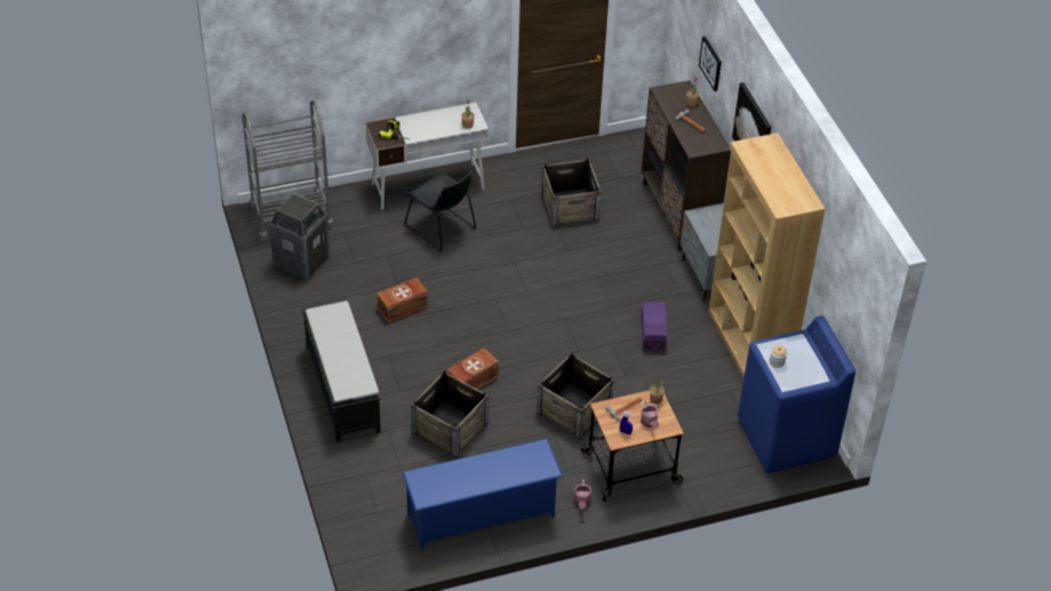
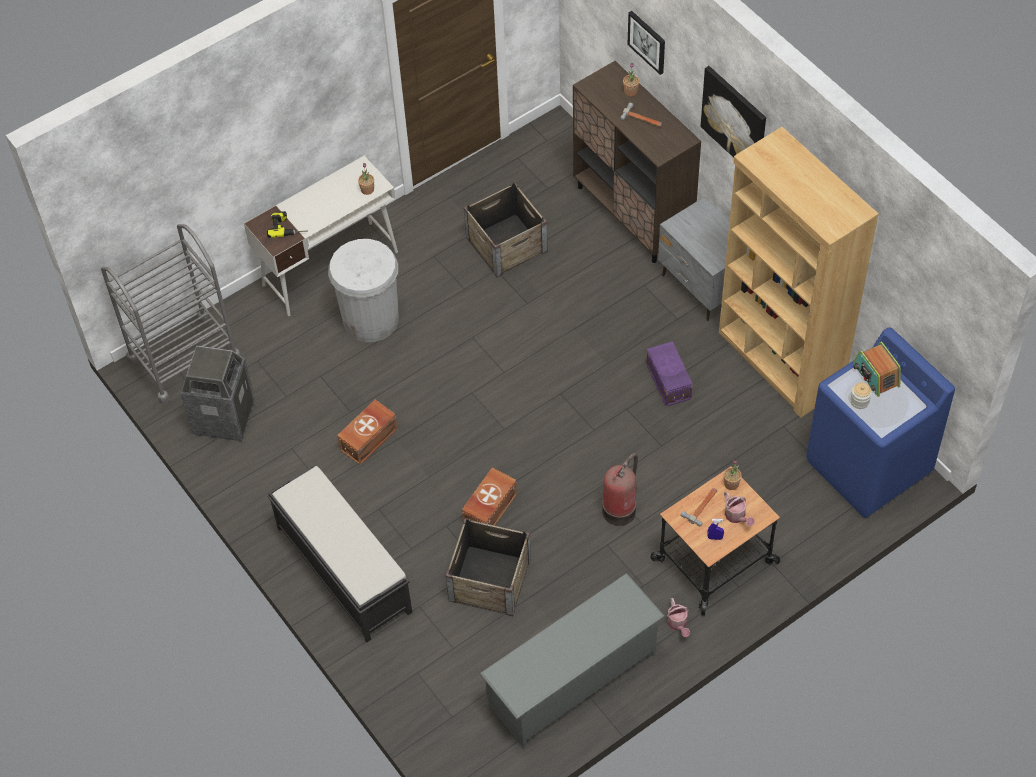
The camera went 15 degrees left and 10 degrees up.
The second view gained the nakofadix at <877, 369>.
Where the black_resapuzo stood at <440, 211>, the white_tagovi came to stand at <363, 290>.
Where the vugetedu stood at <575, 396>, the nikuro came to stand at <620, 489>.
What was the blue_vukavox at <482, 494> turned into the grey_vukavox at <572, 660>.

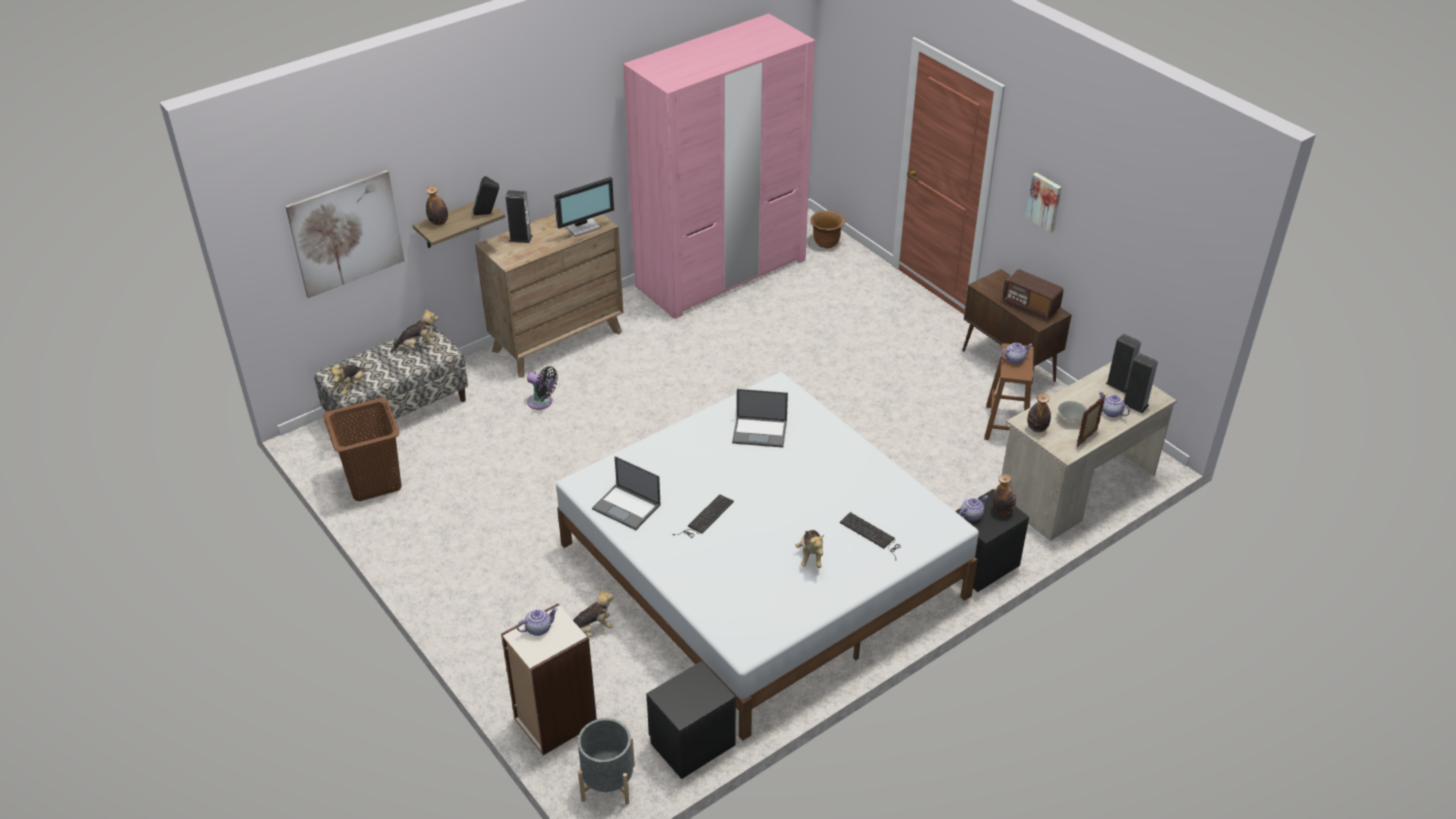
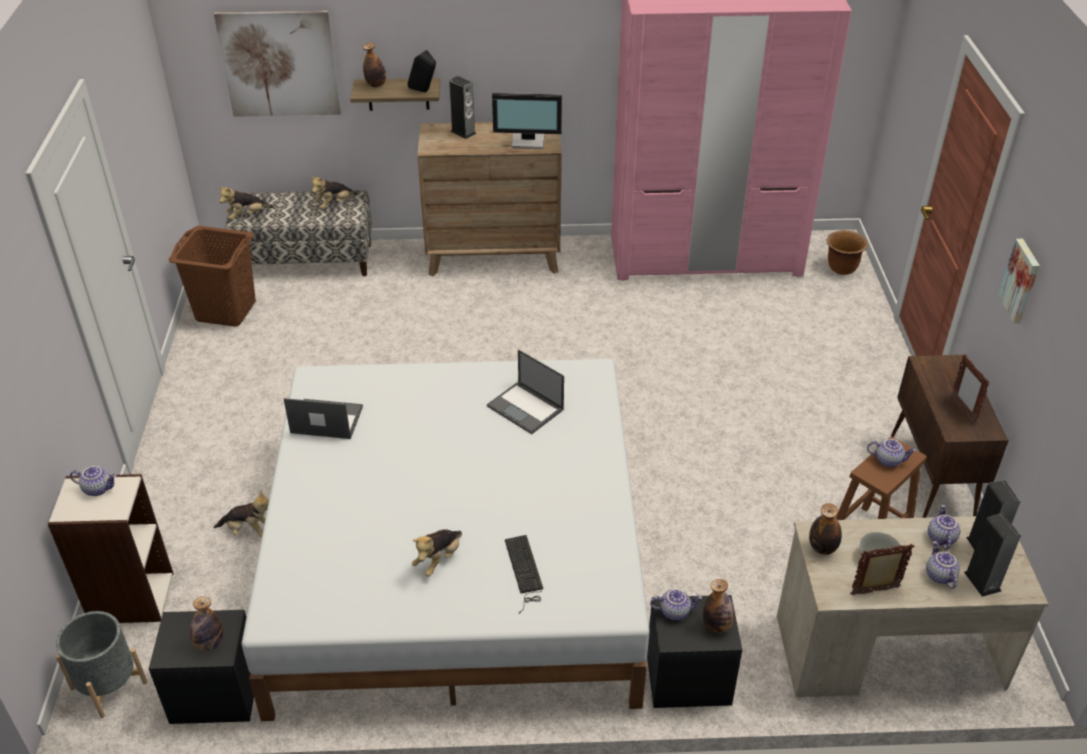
The camera went 35 degrees right and 0 degrees up.
The second view lost the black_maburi at <542, 388>.
The second view lost the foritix at <703, 516>.
The second view gained the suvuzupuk at <206, 623>.
The second view gained the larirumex at <944, 527>.
Where the nakofadix stood at <1033, 294>, the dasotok came to stand at <970, 389>.
The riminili at <414, 330> ended up facing another way, 120 degrees clockwise from before.
The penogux at <626, 493> ended up facing another way, 120 degrees clockwise from before.

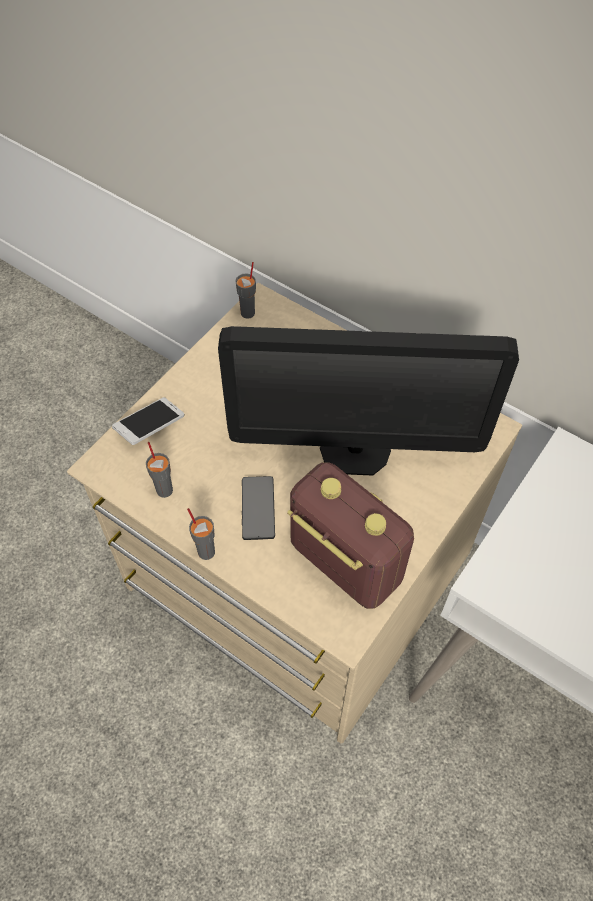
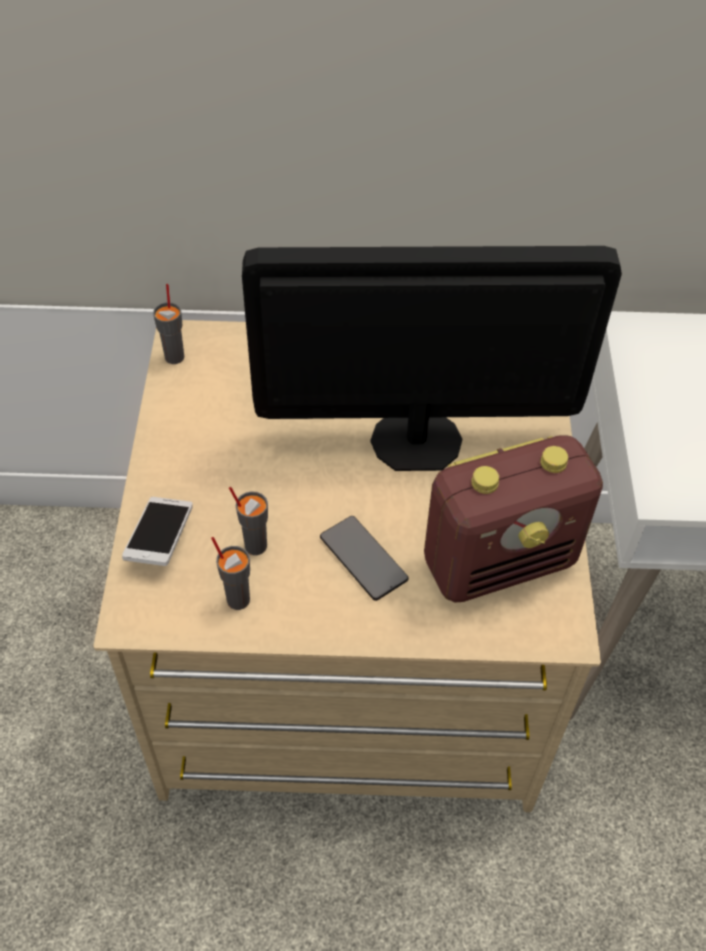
The camera went 35 degrees left and 5 degrees down.
The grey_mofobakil ended up elsewhere, having gone from <201, 534> to <248, 521>.
The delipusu at <368, 401> ended up facing another way, 150 degrees counterclockwise from before.
The nakofadix at <350, 535> ended up facing another way, 150 degrees clockwise from before.

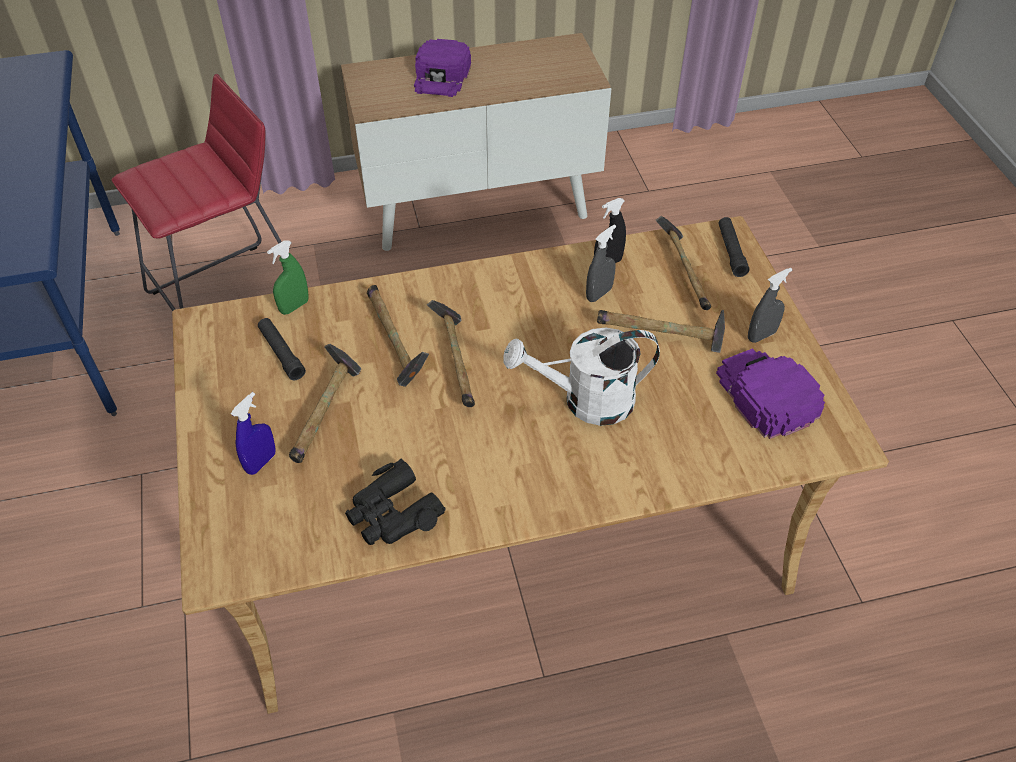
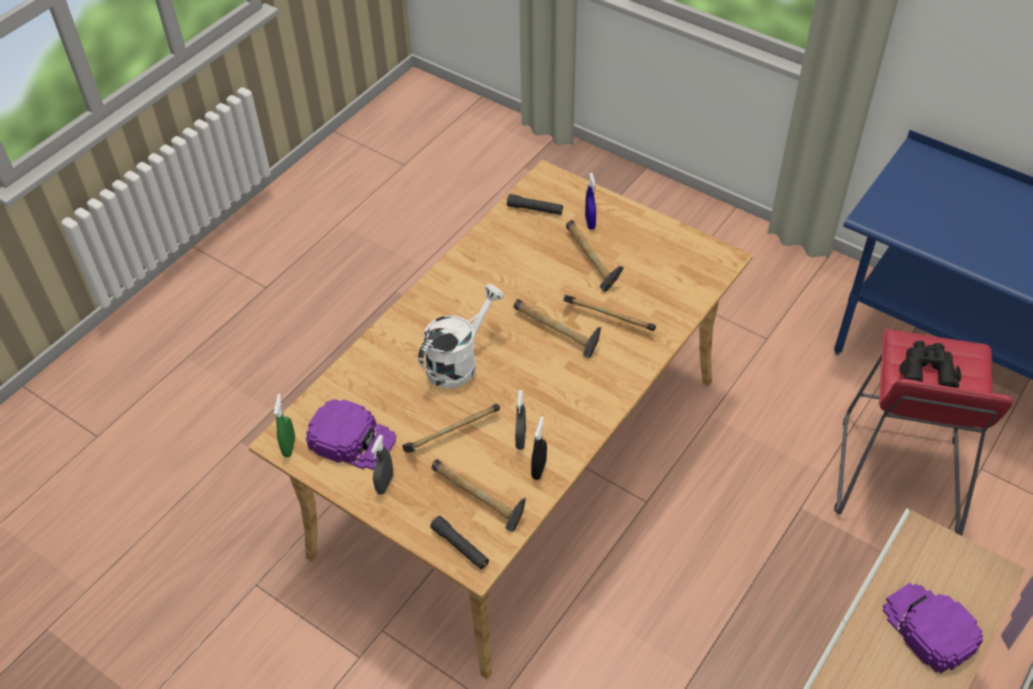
The camera went 140 degrees right and 0 degrees up.
The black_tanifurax ended up elsewhere, having gone from <282, 349> to <535, 204>.
The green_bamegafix ended up elsewhere, having gone from <288, 277> to <284, 425>.
The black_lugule ended up elsewhere, having gone from <395, 501> to <930, 364>.

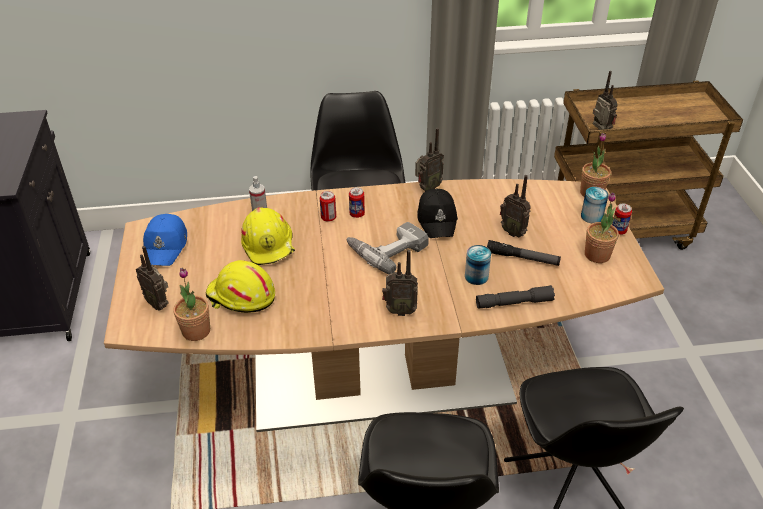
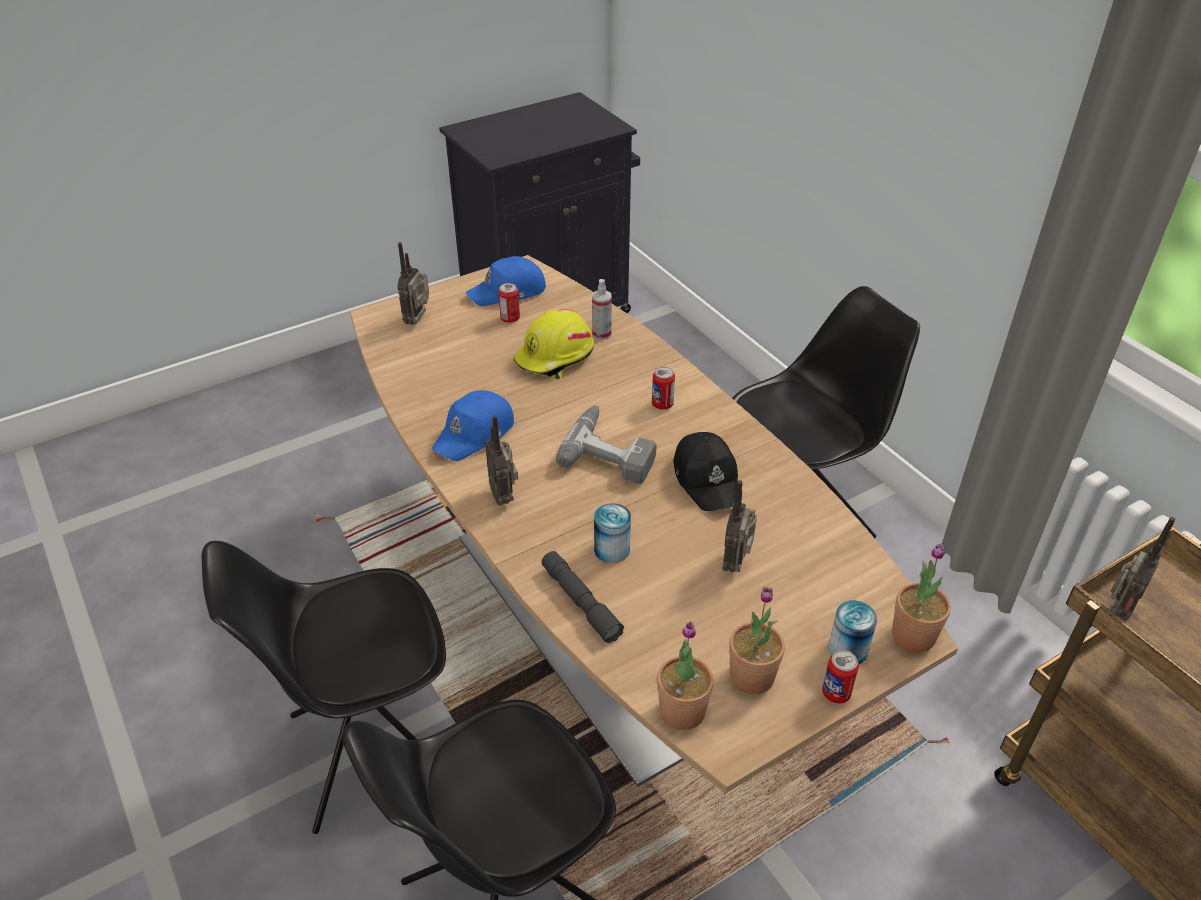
The camera went 65 degrees right and 0 degrees up.
The second view lost the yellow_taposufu at <240, 286>.
The second view lost the nakofadix at <429, 159>.
The second view lost the tanifurax at <524, 253>.
The second view gained the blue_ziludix at <473, 425>.
The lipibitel ended up elsewhere, having gone from <191, 304> to <685, 675>.
The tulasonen ended up elsewhere, having gone from <328, 206> to <509, 303>.
The black_ziludix at <437, 213> ended up facing another way, 75 degrees counterclockwise from before.

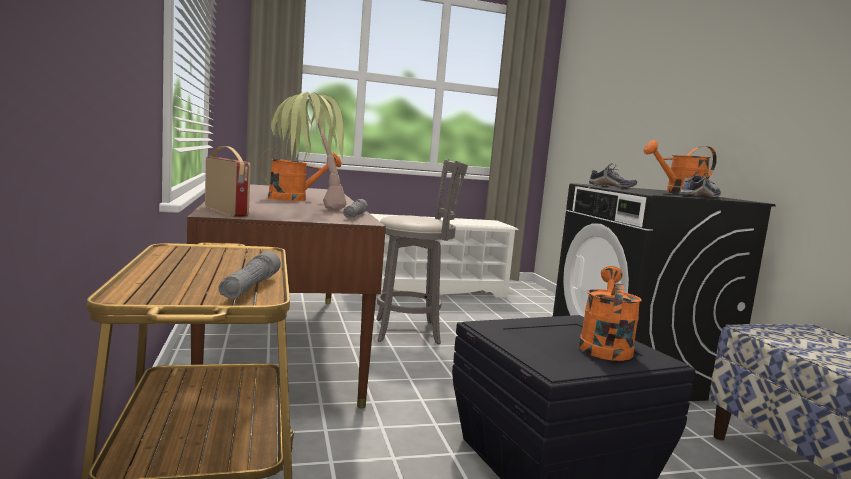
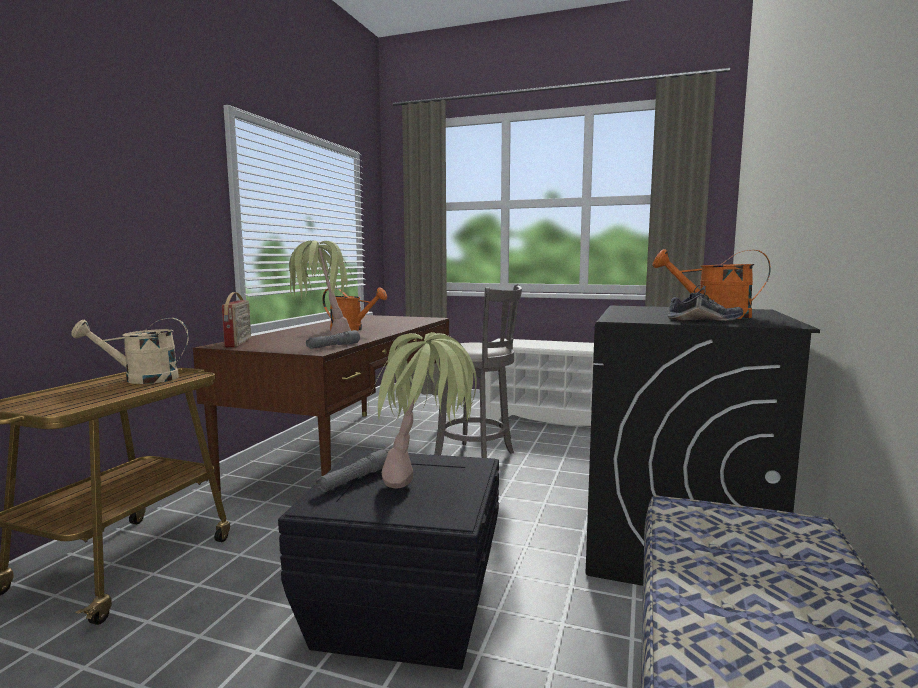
The camera went 35 degrees right and 0 degrees up.
The second view lost the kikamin at <613, 175>.
The second view gained the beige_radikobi at <130, 351>.
The grey_tanifurax ended up elsewhere, having gone from <250, 275> to <351, 471>.
Where the orange_radikobi stood at <610, 313>, the lipibitel came to stand at <422, 410>.

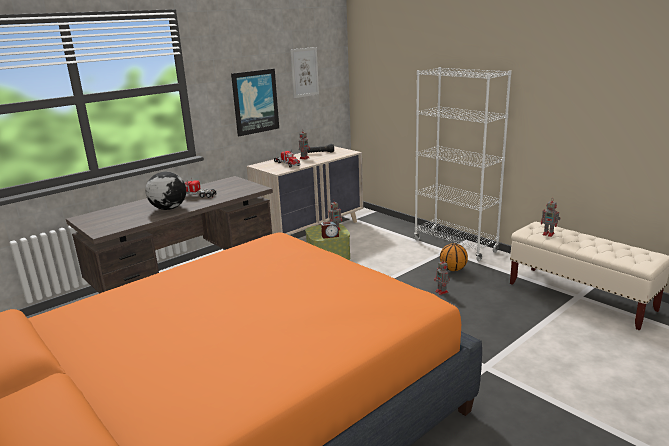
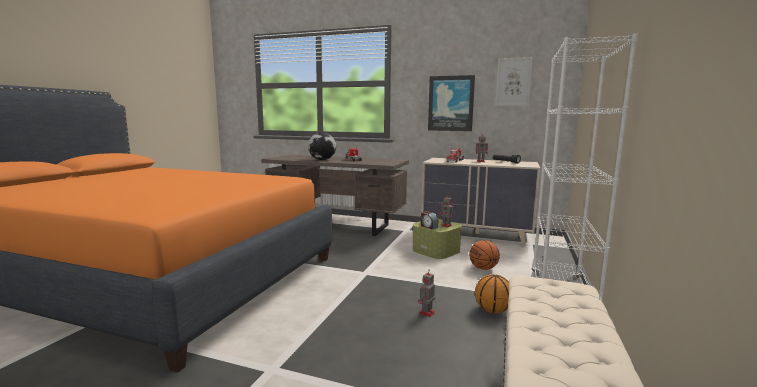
The camera went 60 degrees right and 10 degrees down.
The second view lost the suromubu at <550, 217>.
The second view gained the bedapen at <484, 255>.

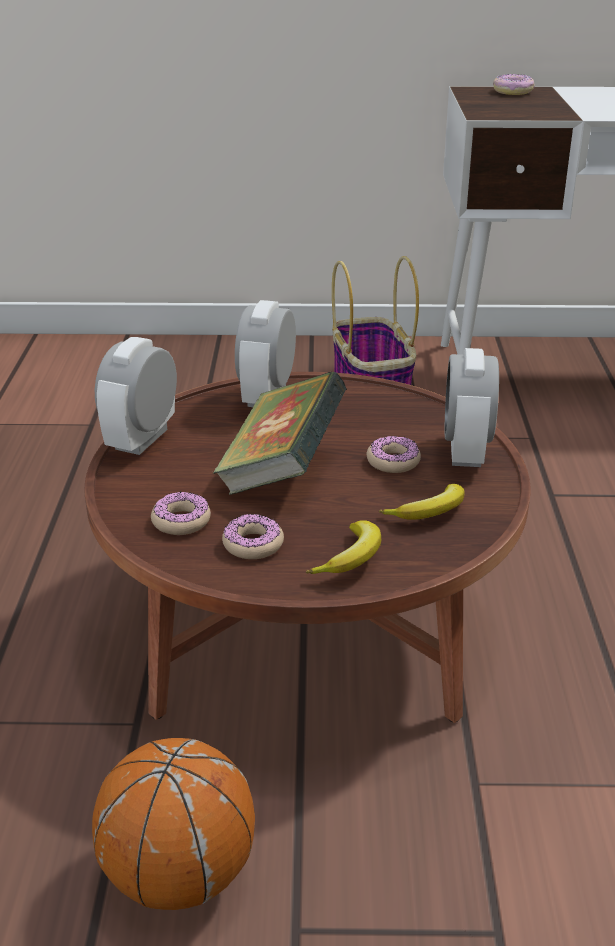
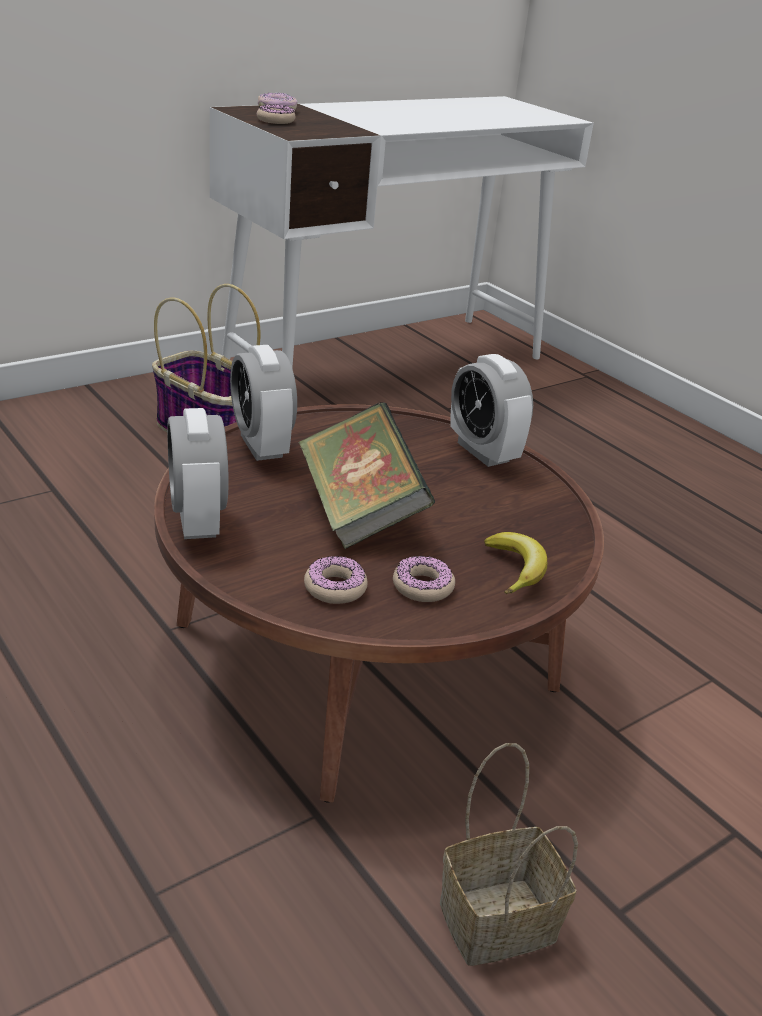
The camera went 40 degrees left and 0 degrees up.
The second view lost the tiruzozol at <421, 502>.
The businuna ended up elsewhere, having gone from <394, 454> to <276, 114>.
Where the bedapen stood at <173, 824>, the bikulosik came to stand at <509, 854>.

